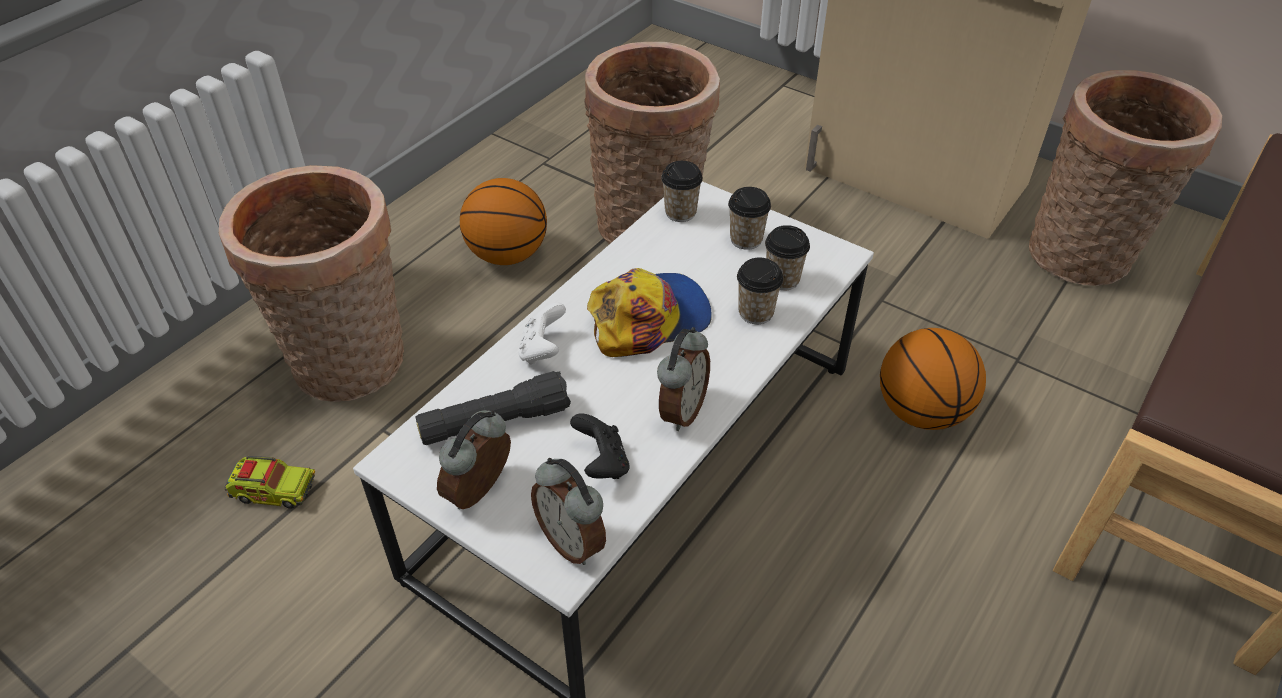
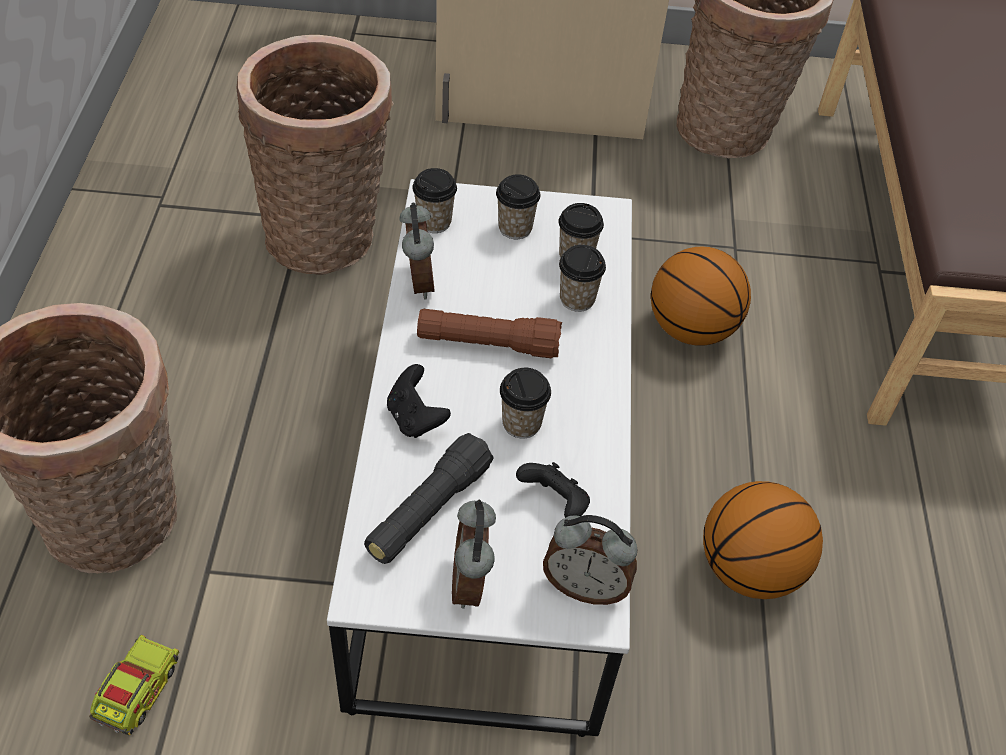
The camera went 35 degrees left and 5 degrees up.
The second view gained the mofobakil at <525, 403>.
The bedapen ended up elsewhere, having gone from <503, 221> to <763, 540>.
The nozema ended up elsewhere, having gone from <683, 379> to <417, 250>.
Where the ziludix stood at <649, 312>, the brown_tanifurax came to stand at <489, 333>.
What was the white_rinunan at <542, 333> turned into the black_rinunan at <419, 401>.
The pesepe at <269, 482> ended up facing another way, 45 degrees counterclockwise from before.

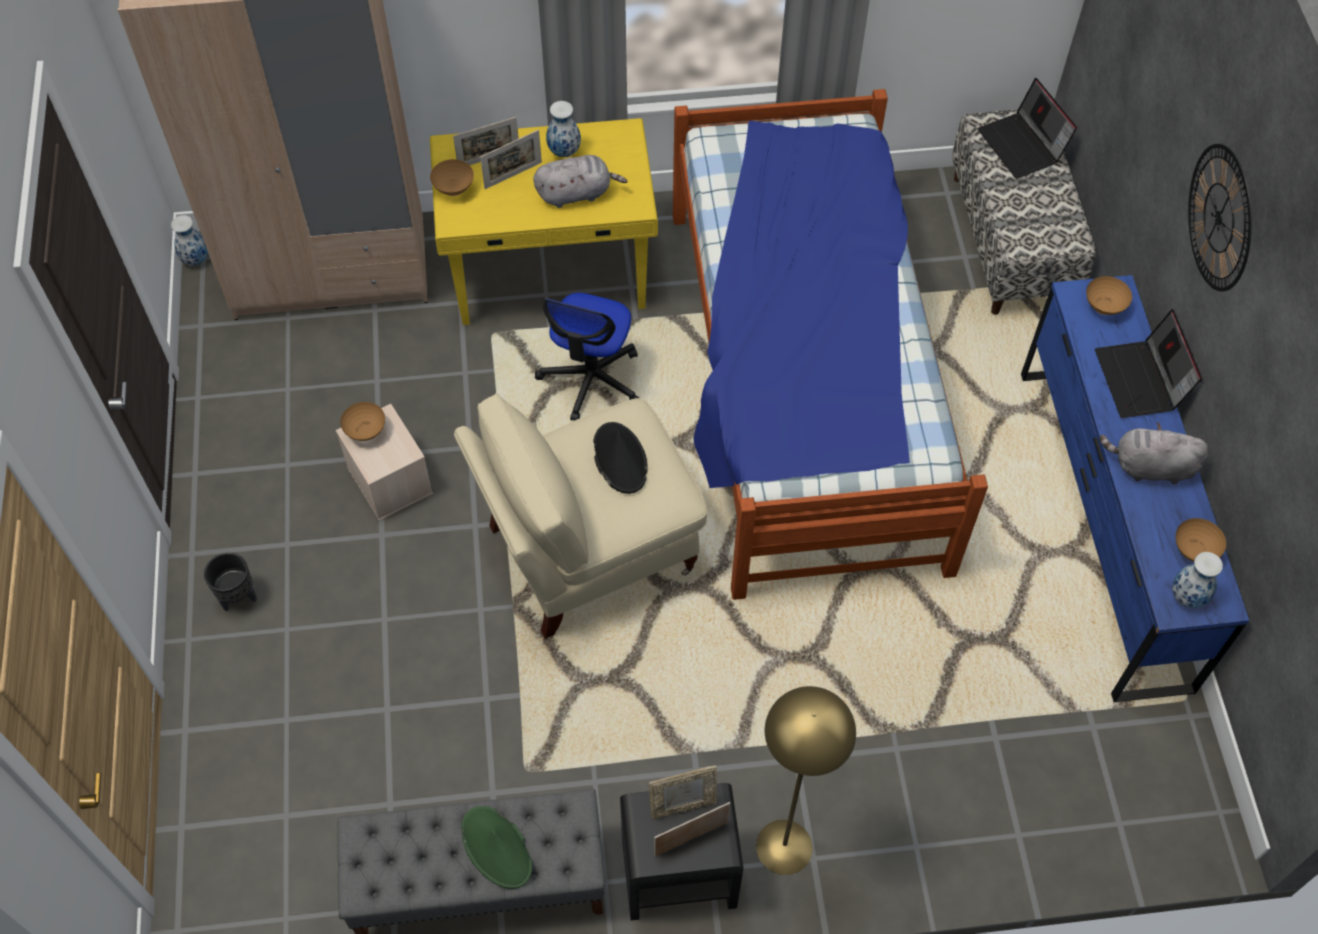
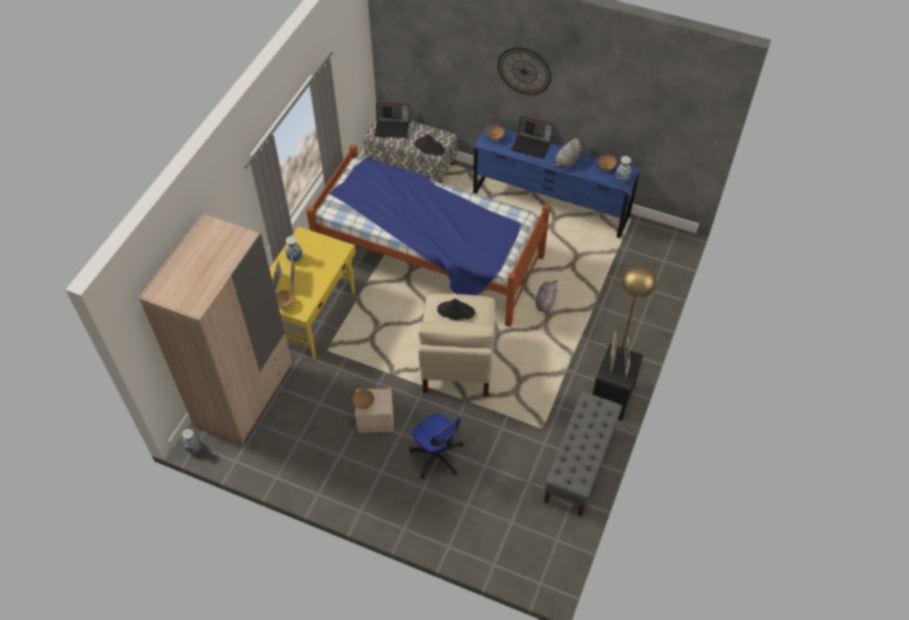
The camera went 60 degrees left and 5 degrees down.
The second view lost the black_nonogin at <230, 582>.
The second view lost the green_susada at <496, 847>.
The second view gained the black_susada at <430, 145>.
The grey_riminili ended up elsewhere, having gone from <580, 181> to <547, 296>.
The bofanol ended up elsewhere, having gone from <587, 357> to <437, 446>.

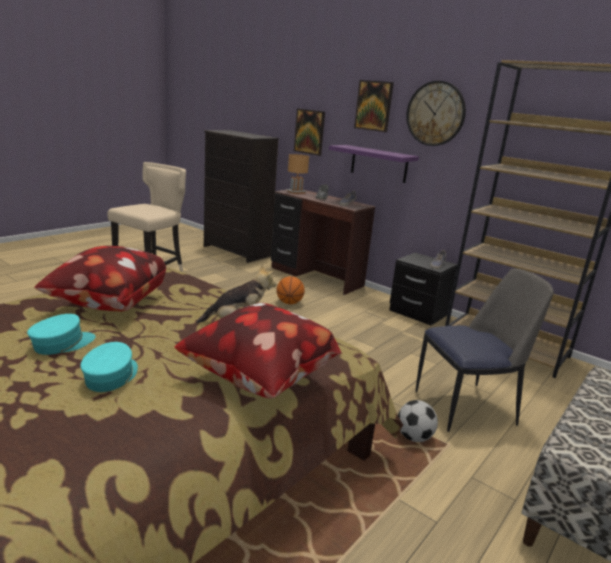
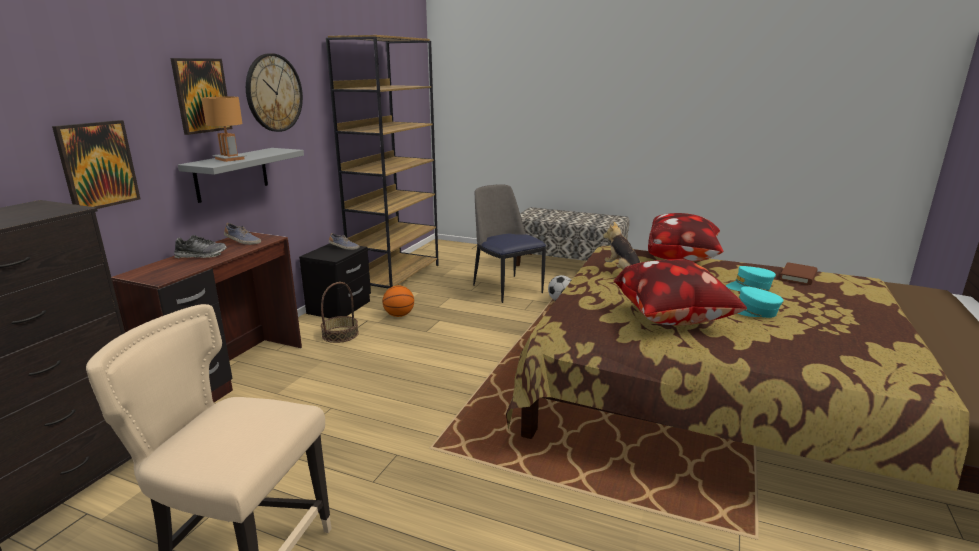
The camera went 105 degrees left and 0 degrees up.
The second view gained the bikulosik at <340, 312>.
The second view gained the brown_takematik at <798, 273>.
The bedapen ended up elsewhere, having gone from <291, 290> to <398, 301>.
The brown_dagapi ended up elsewhere, having gone from <297, 174> to <224, 129>.
What was the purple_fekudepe at <374, 164> turned into the grey_fekudepe at <241, 175>.

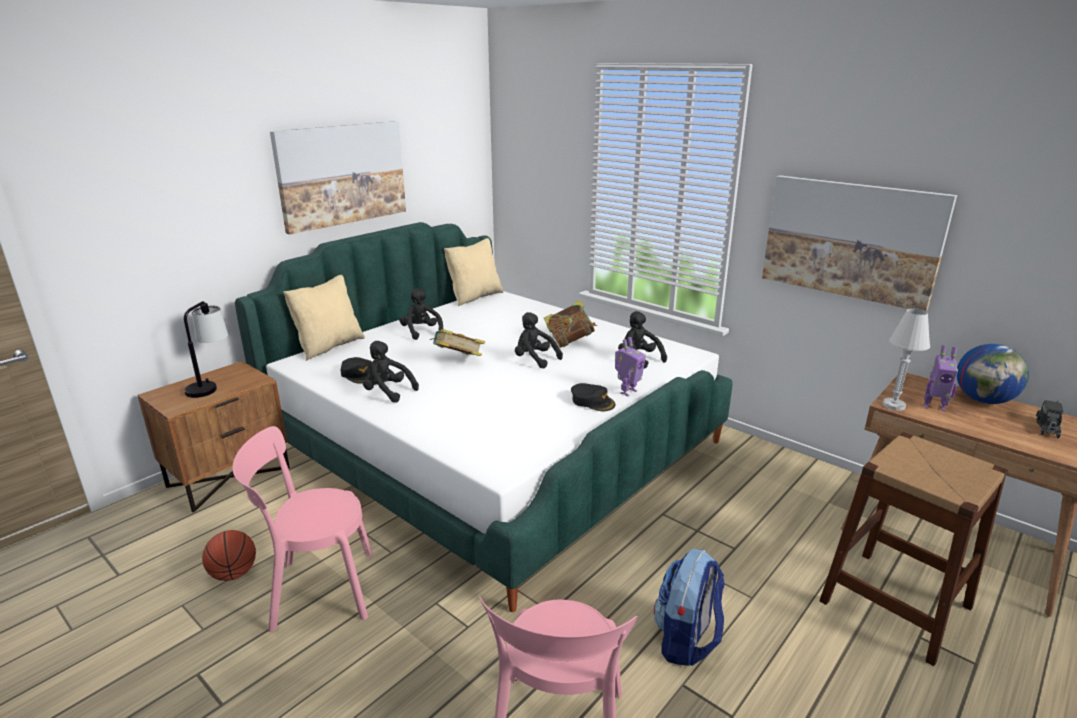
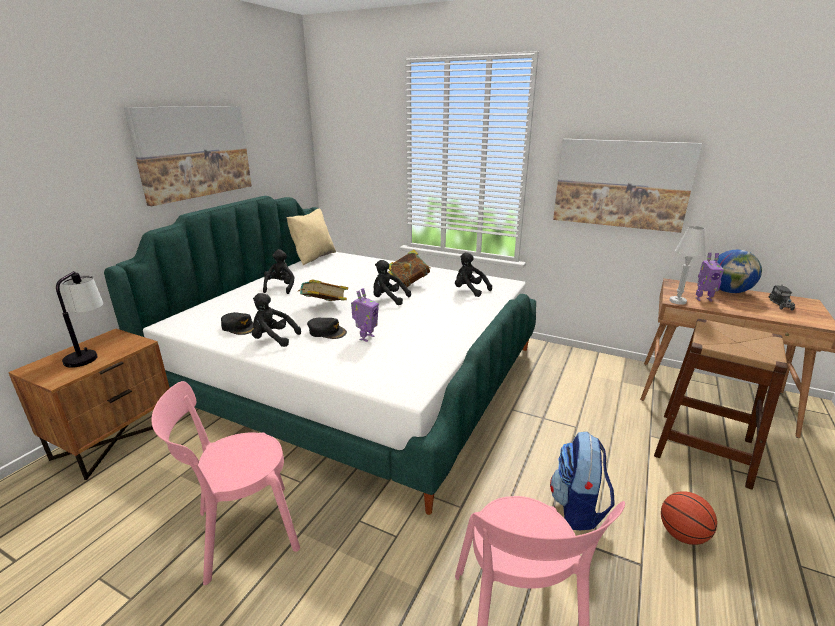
The camera went 15 degrees left and 0 degrees up.
The second view lost the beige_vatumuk at <324, 318>.
The bedapen ended up elsewhere, having gone from <229, 555> to <689, 518>.
The black_ziludix ended up elsewhere, having gone from <593, 397> to <327, 328>.
The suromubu ended up elsewhere, having gone from <630, 366> to <365, 315>.
The black_riminili at <421, 314> ended up facing another way, 45 degrees clockwise from before.

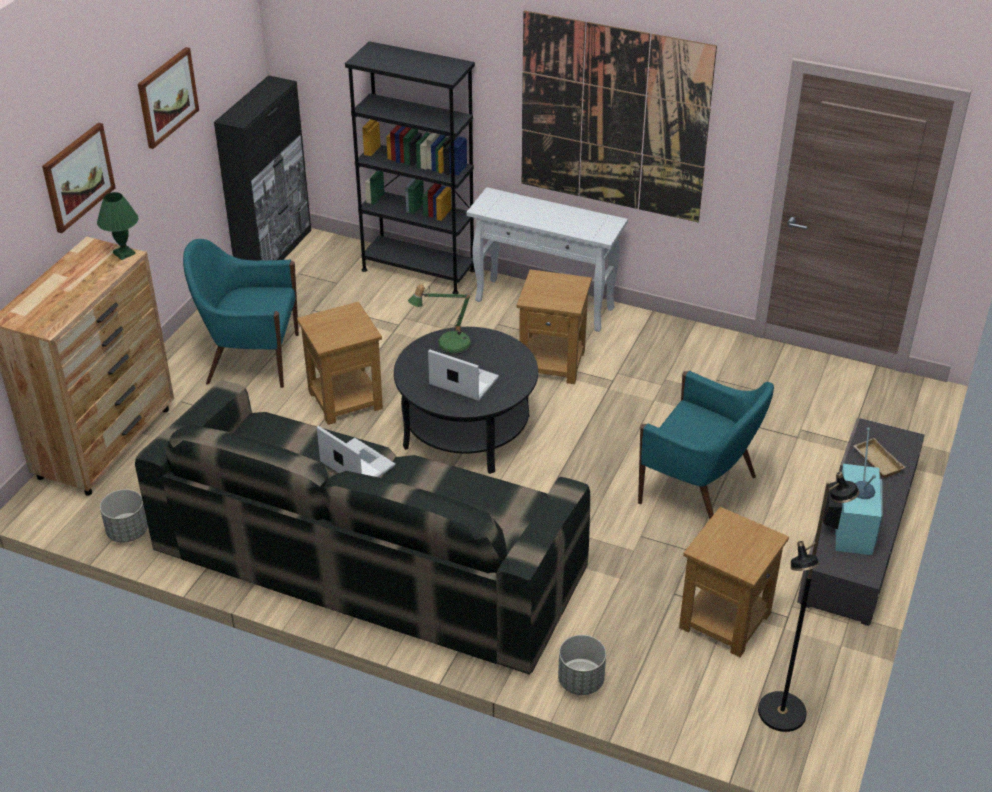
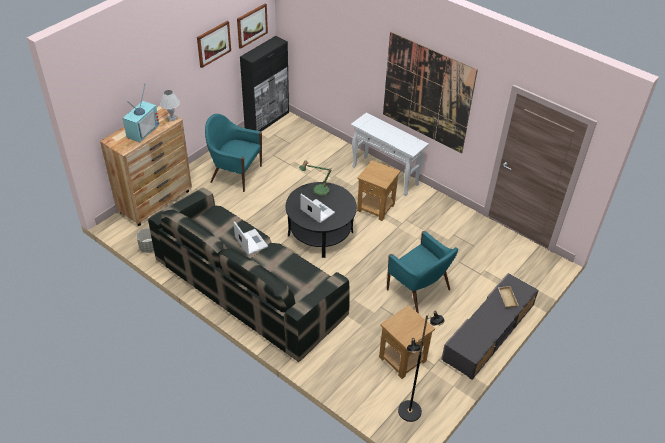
The camera went 15 degrees right and 5 degrees up.
The second view lost the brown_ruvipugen at <340, 363>.
The second view lost the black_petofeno at <410, 167>.
The second view lost the grey_nonogin at <582, 665>.
The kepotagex ended up elsewhere, having gone from <78, 177> to <252, 26>.
The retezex ended up elsewhere, having gone from <853, 491> to <141, 112>.
What was the green_dagapi at <117, 226> turned into the white_dagapi at <170, 105>.

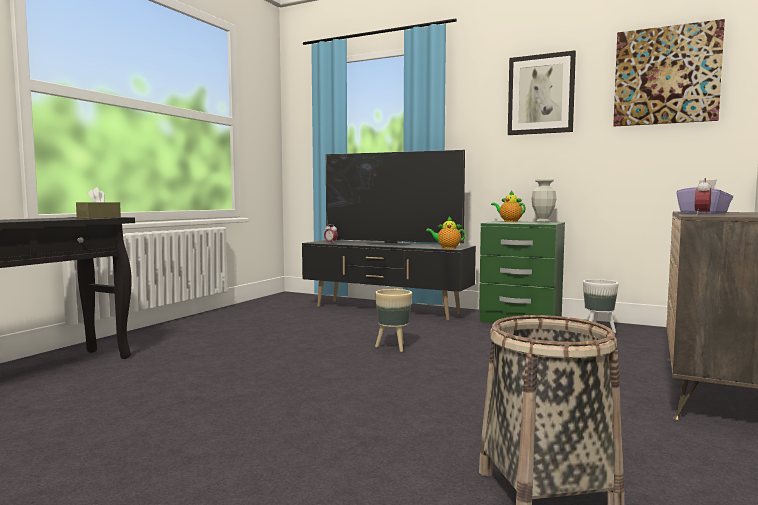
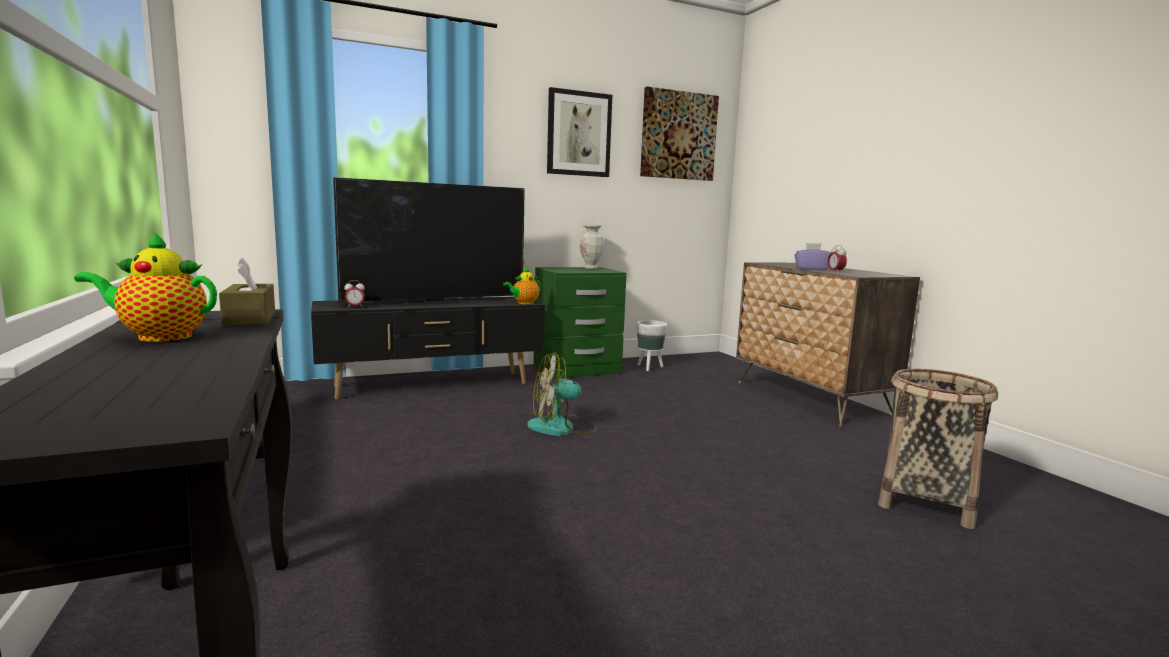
The camera went 50 degrees left and 5 degrees up.
The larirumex ended up elsewhere, having gone from <508, 206> to <145, 287>.
Where the beige_nonogin stood at <393, 320>, the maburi came to stand at <562, 394>.

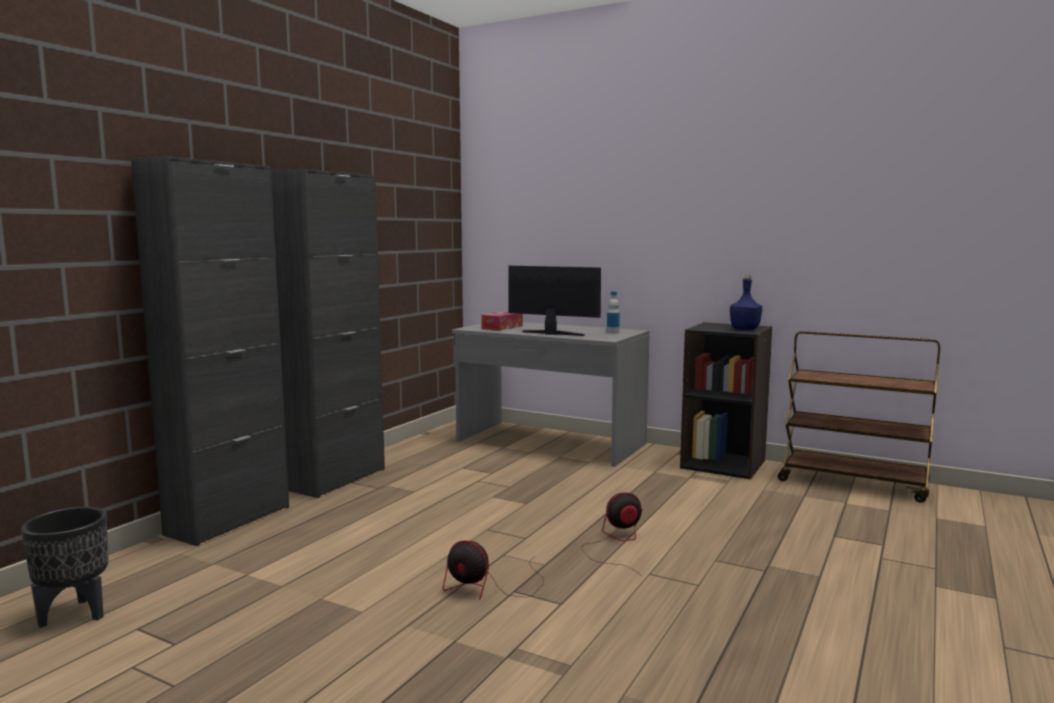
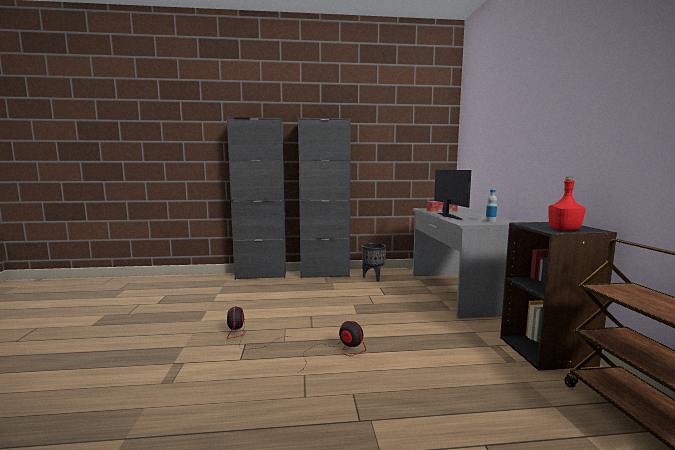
The camera went 55 degrees right and 0 degrees up.
The black_nonogin ended up elsewhere, having gone from <65, 567> to <374, 262>.
What was the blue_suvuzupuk at <746, 302> turned into the red_suvuzupuk at <567, 204>.

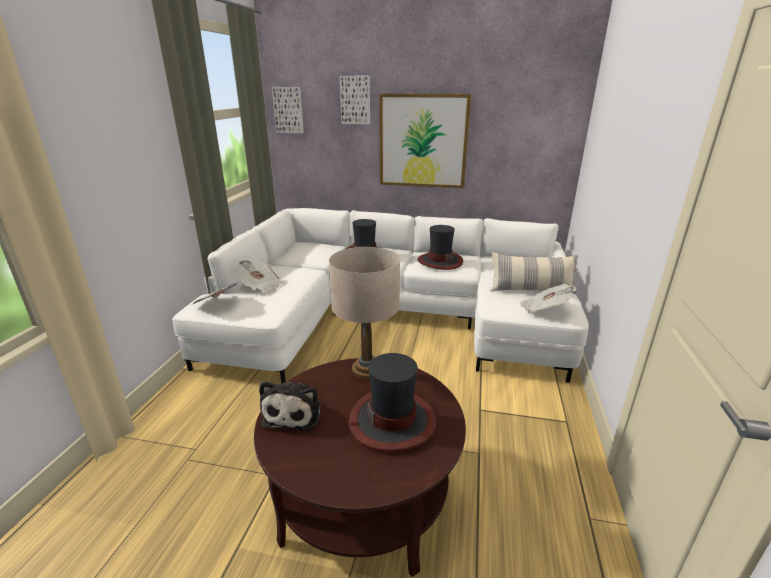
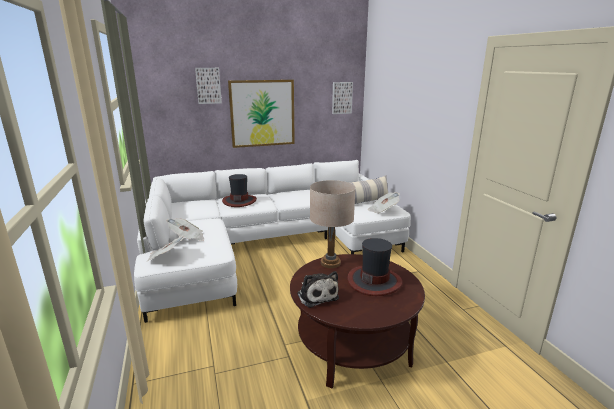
The camera went 30 degrees left and 5 degrees down.
The second view lost the susada at <440, 247>.
The kepotagex ended up elsewhere, having gone from <288, 110> to <342, 98>.

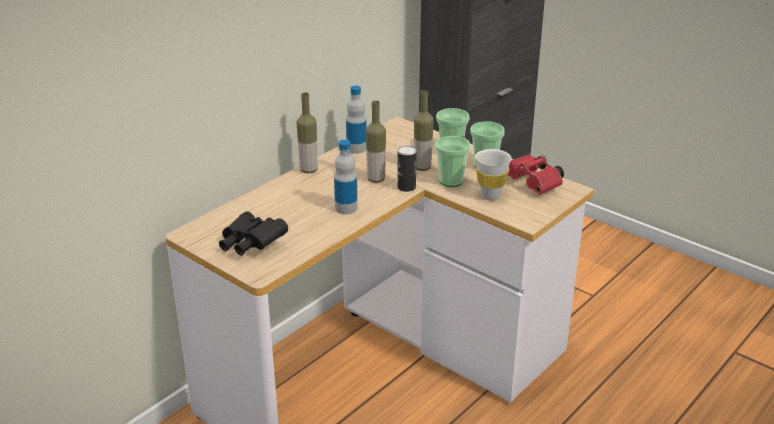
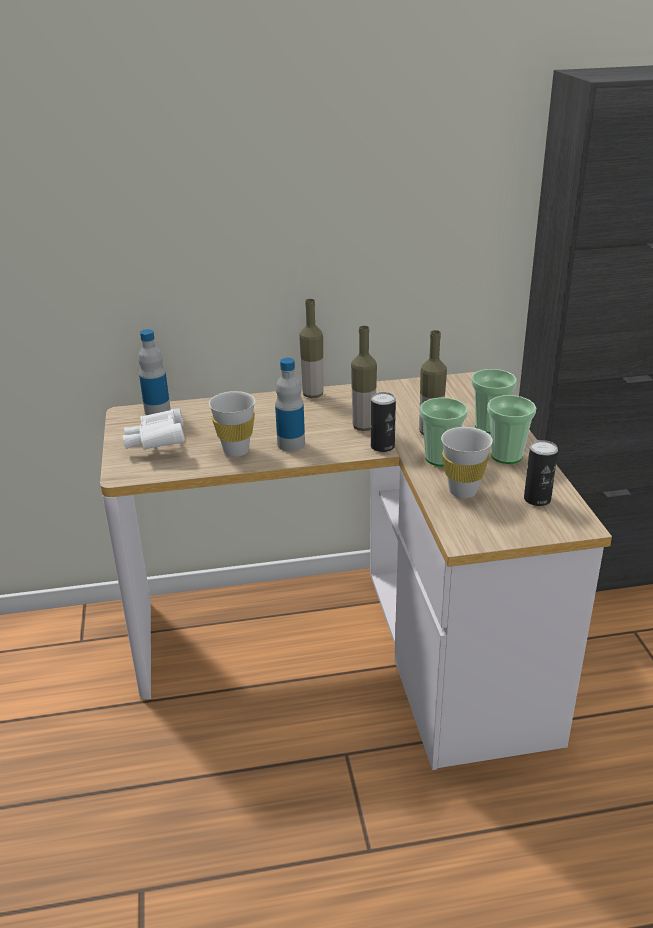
The camera went 40 degrees right and 0 degrees up.
The second view gained the white_mofobakil at <232, 424>.
The suvuzupuk ended up elsewhere, having gone from <356, 119> to <154, 372>.
Where the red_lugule stood at <536, 174>, the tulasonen came to stand at <541, 473>.
What was the black_lugule at <253, 233> turned into the white_lugule at <154, 429>.

